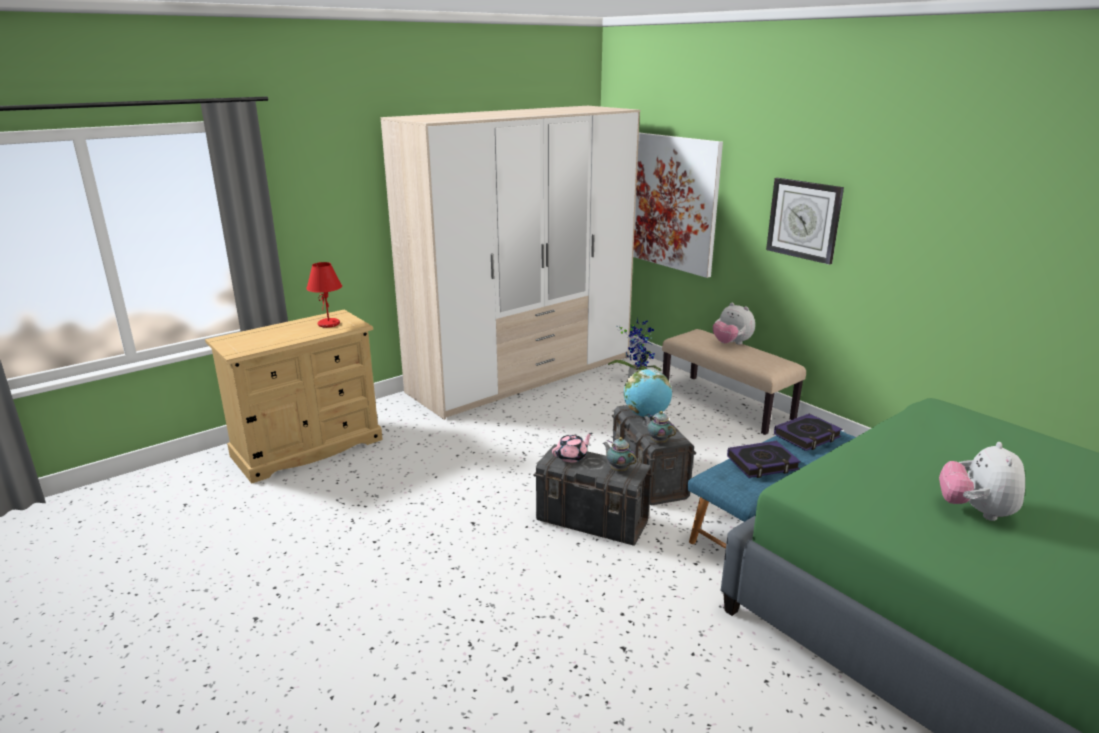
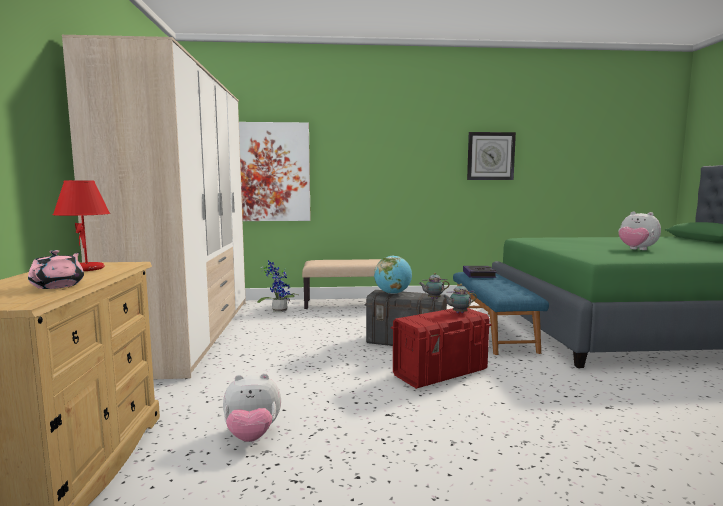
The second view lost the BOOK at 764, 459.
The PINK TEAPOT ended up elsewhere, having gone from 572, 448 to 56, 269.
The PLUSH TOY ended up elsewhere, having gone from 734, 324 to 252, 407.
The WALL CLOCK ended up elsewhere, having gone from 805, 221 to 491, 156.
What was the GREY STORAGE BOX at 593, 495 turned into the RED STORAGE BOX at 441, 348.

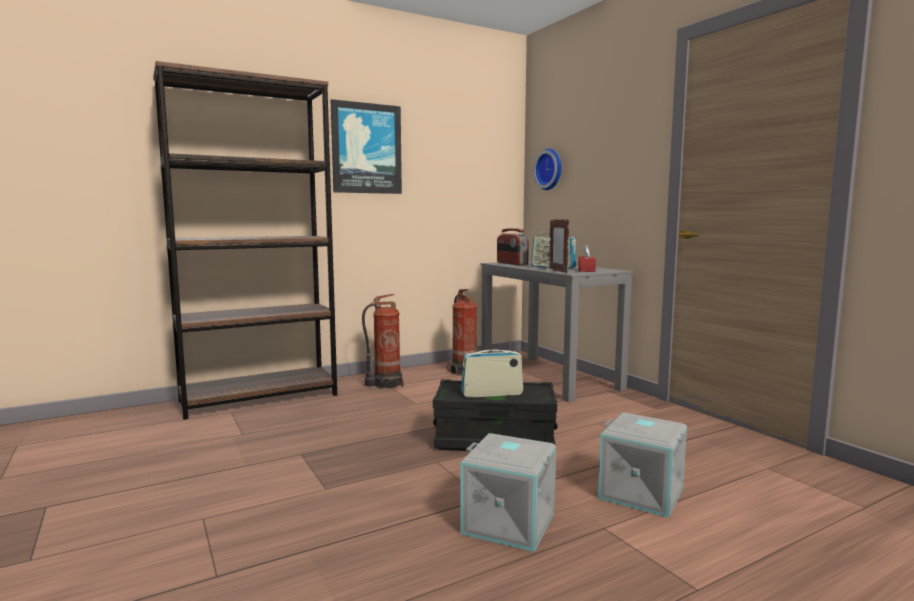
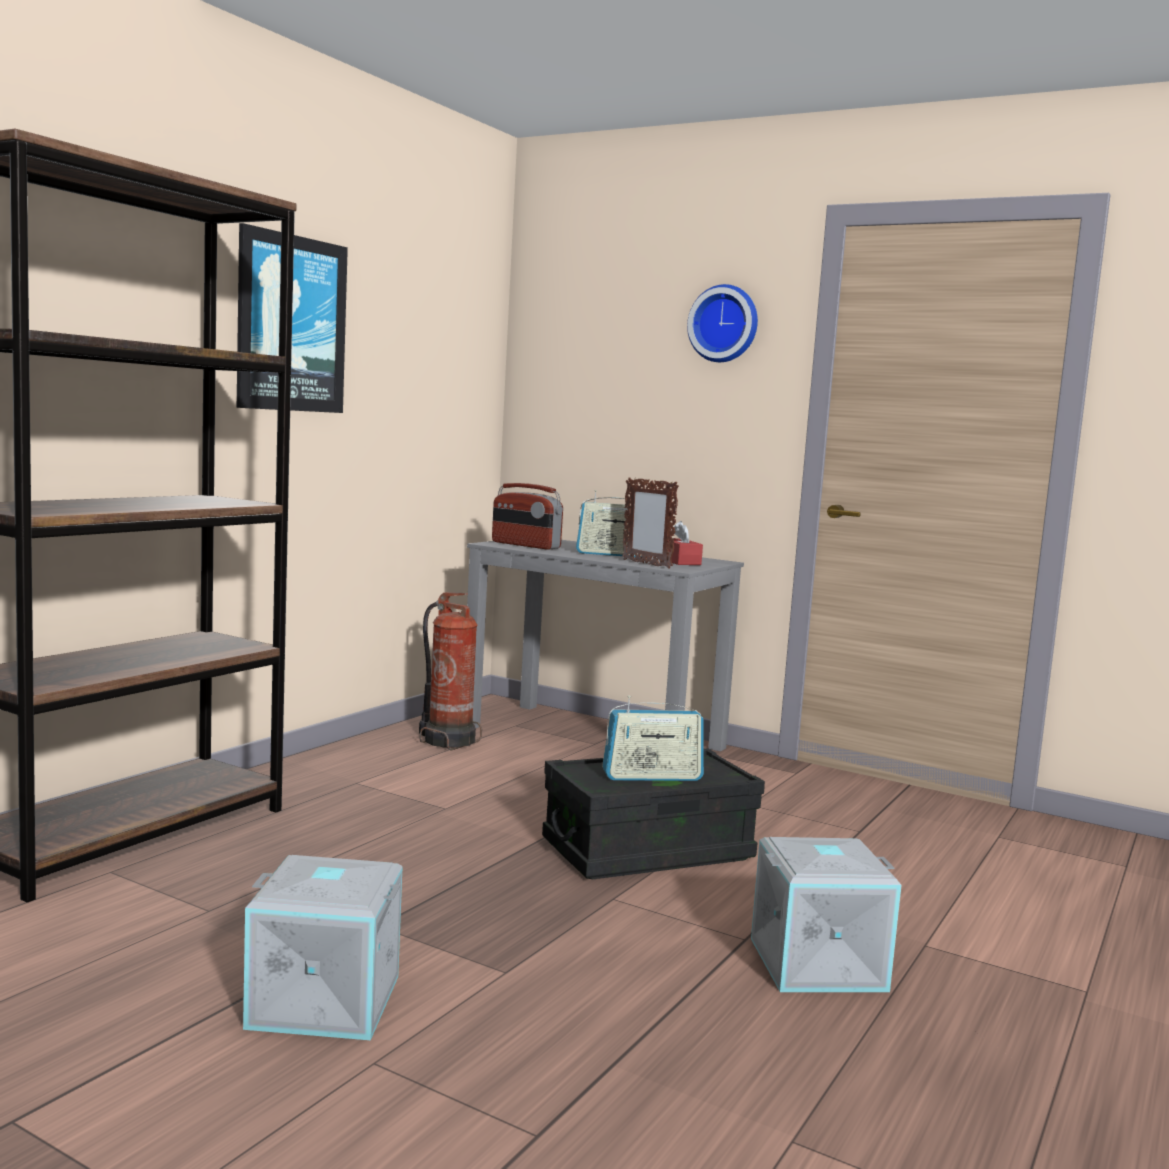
The second view lost the FIRE EXTINGUISHER at 383, 341.
The WALL CLOCK ended up elsewhere, having gone from 547, 169 to 722, 323.
The GREY STORAGE BOX ended up elsewhere, having gone from 642, 465 to 323, 947.
The RADIO at 492, 370 ended up facing another way, 150 degrees counterclockwise from before.

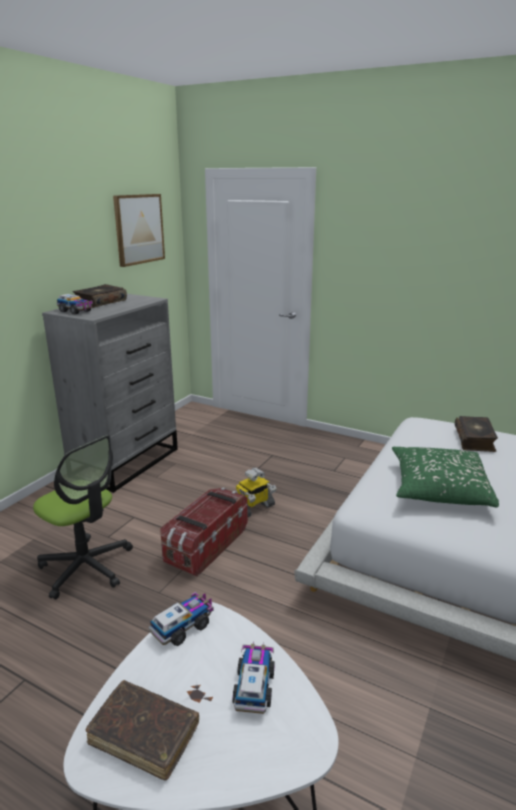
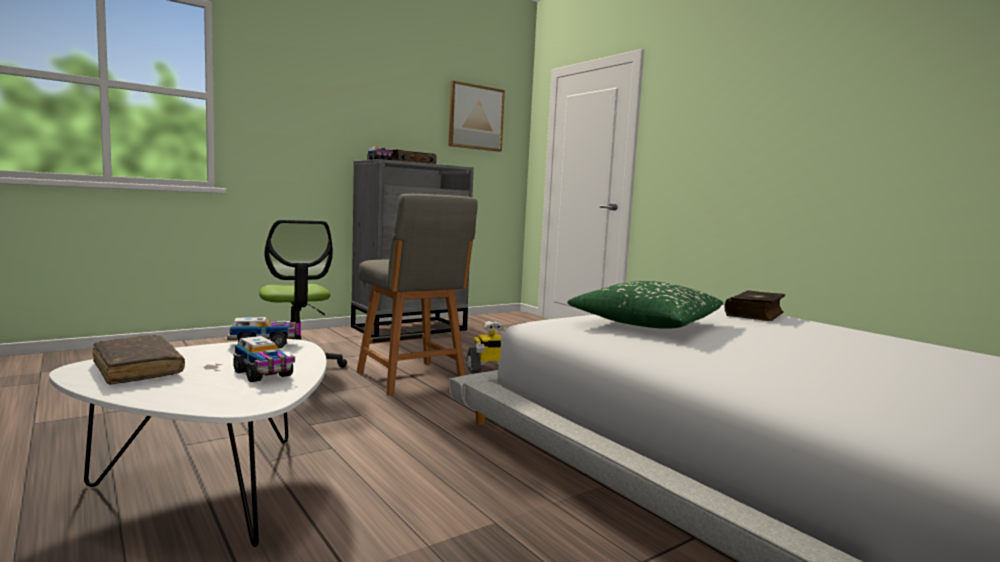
Where the STORAGE BOX stood at 204, 532, the GREY CHAIR came to stand at 417, 295.
The TOY TRUCK at 254, 677 ended up facing another way, 105 degrees clockwise from before.

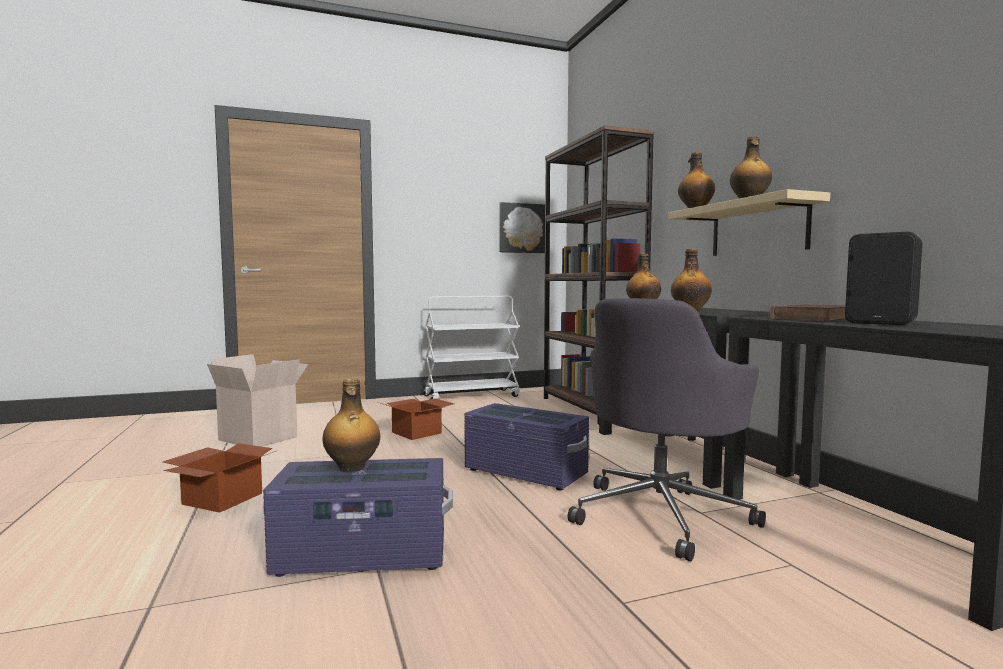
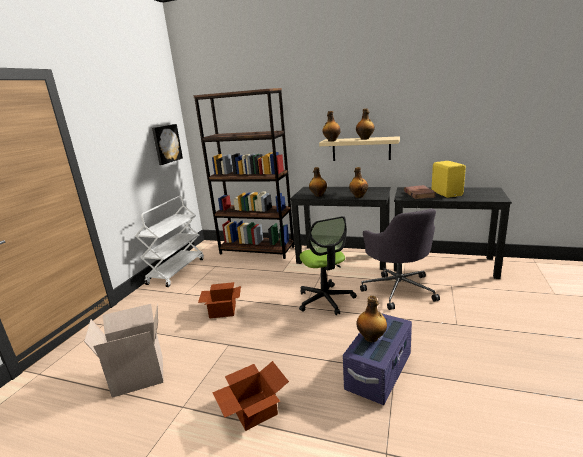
Where the PURPLE STORAGE BOX stood at 526, 446, the OFFICE CHAIR came to stand at 328, 265.
What was the BLACK SPEAKER at 884, 278 turned into the YELLOW SPEAKER at 448, 179.

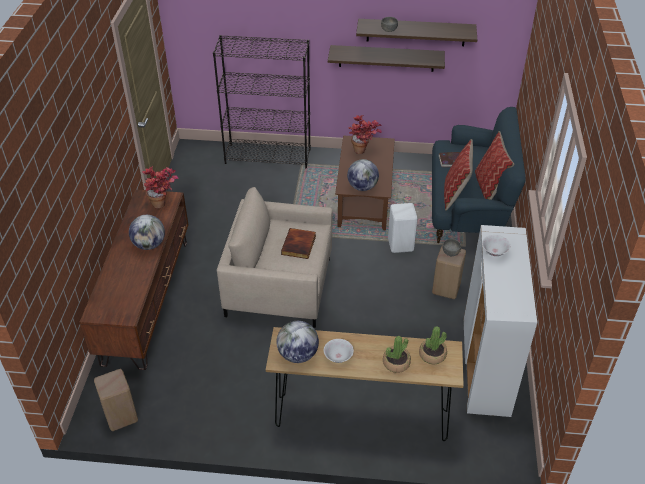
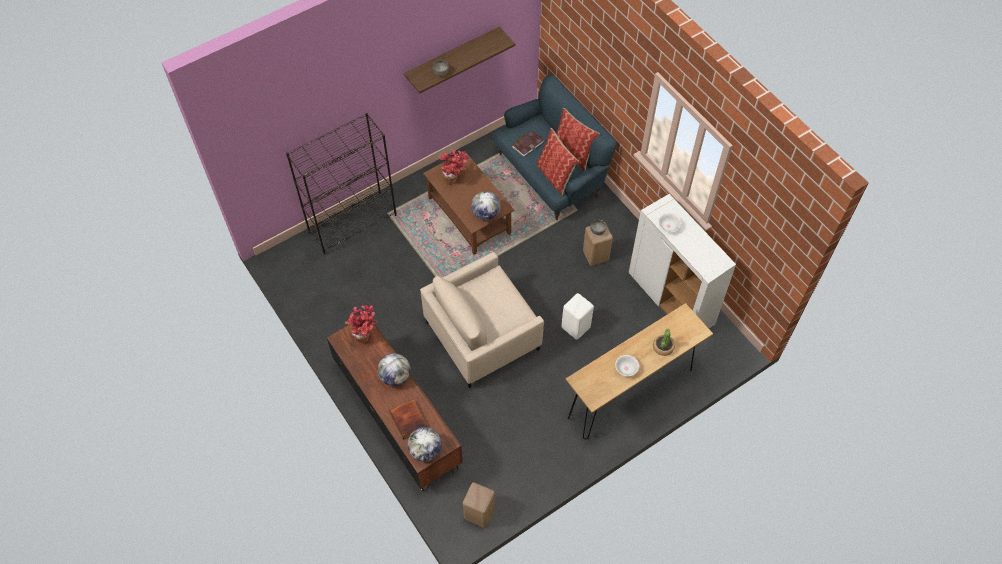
The second view lost the SHELF at 386, 58.
The second view lost the POTTED PLANT at 433, 345.
The GLOBE ended up elsewhere, having gone from 298, 342 to 425, 444.
The BOOK ended up elsewhere, having gone from 298, 243 to 408, 419.
The WHITE STOOL ended up elsewhere, having gone from 402, 228 to 577, 316.

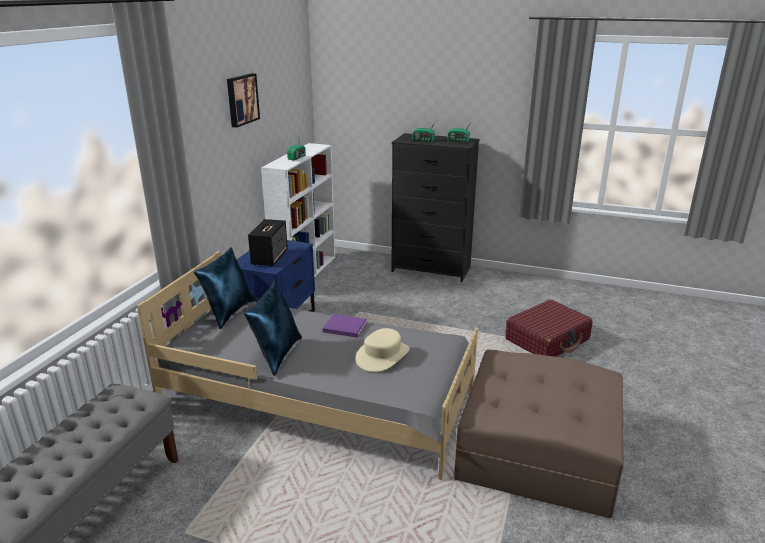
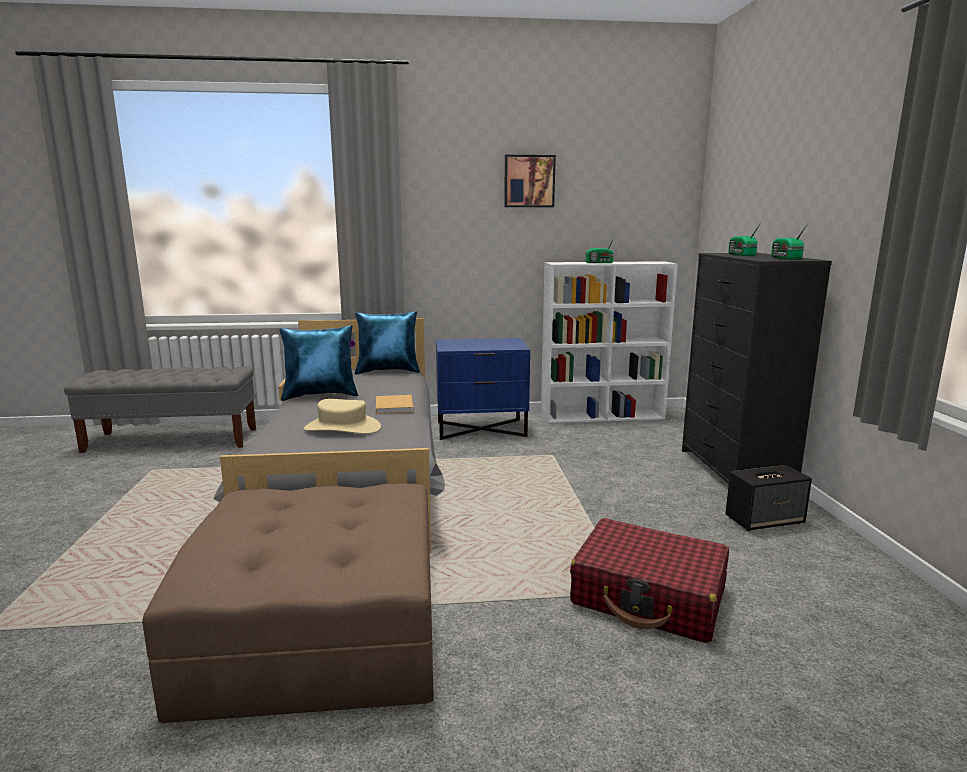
The SPEAKER ended up elsewhere, having gone from 268, 243 to 768, 498.
What was the PURPLE BOOK at 345, 326 turned into the BEIGE BOOK at 394, 404.

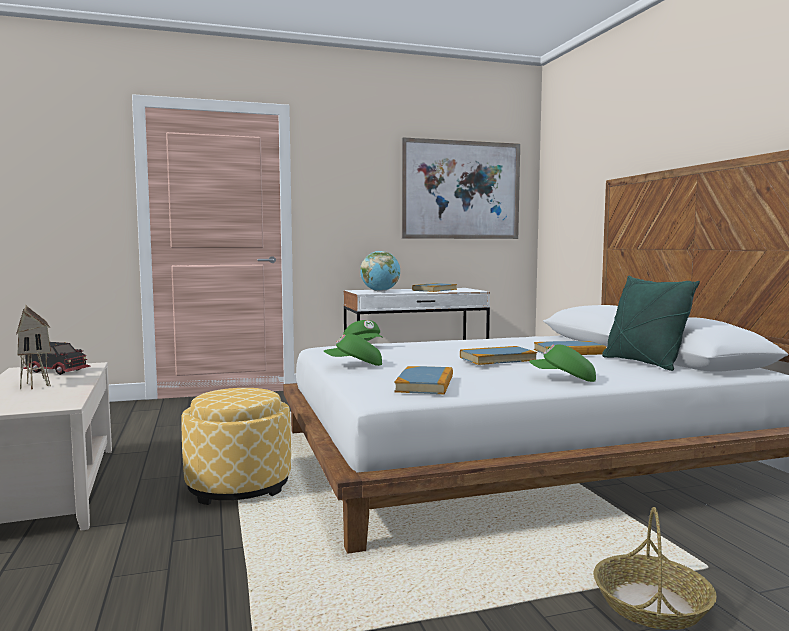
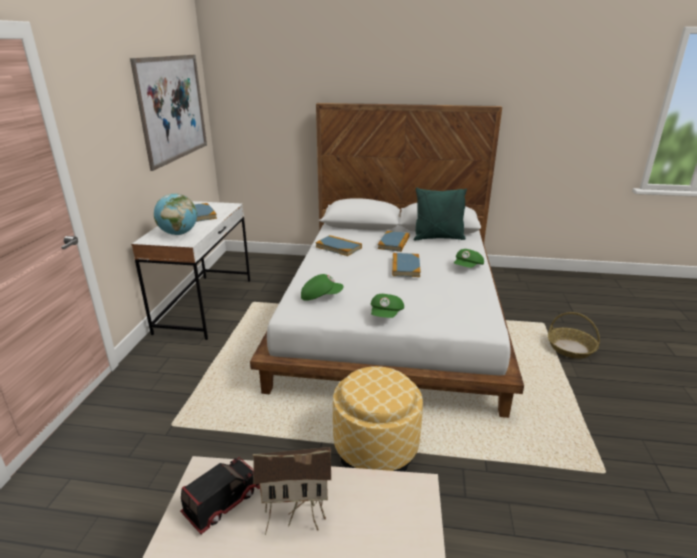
The BOOK ended up elsewhere, having gone from 423, 380 to 339, 245.

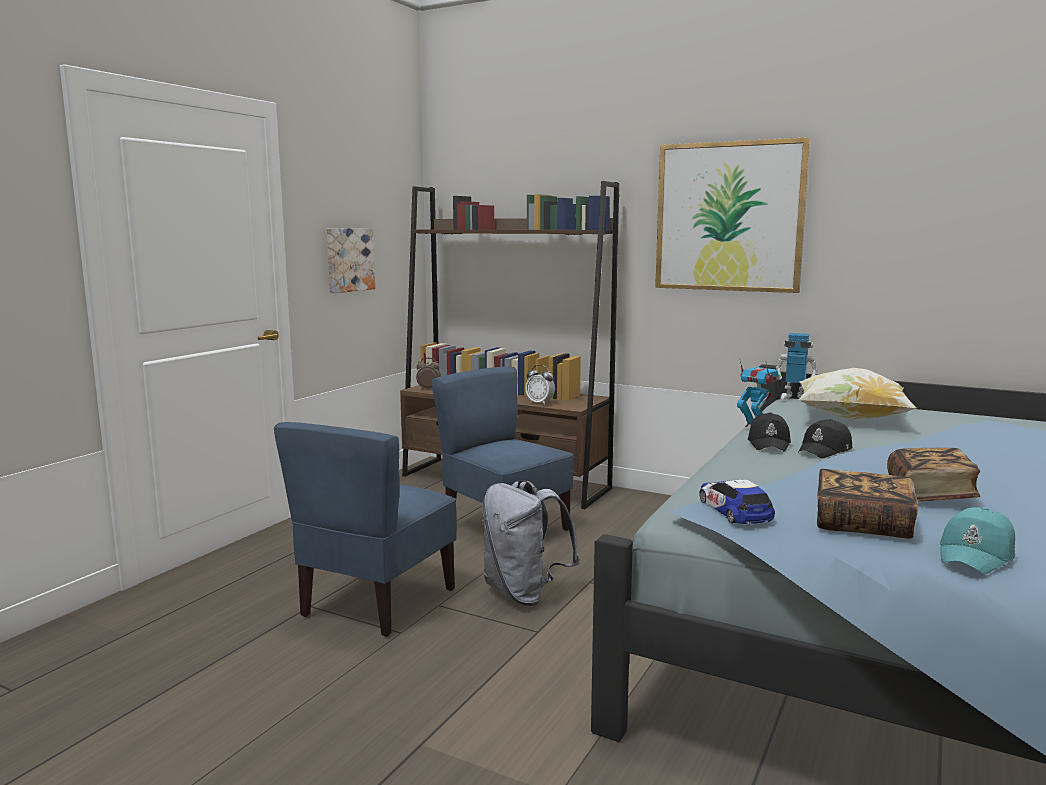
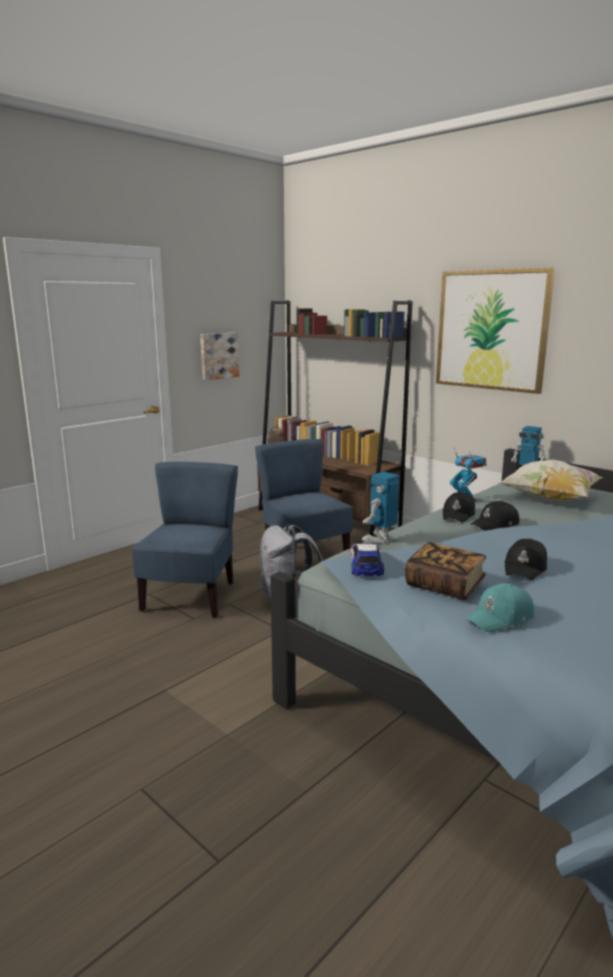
The second view lost the ALARM CLOCK at 540, 385.
The second view gained the TOY ROBOT at 381, 508.
Where the BOOK stood at 933, 475, the BLACK CAP came to stand at 525, 559.
The BLUE CHAIR at 365, 529 ended up facing another way, 150 degrees clockwise from before.

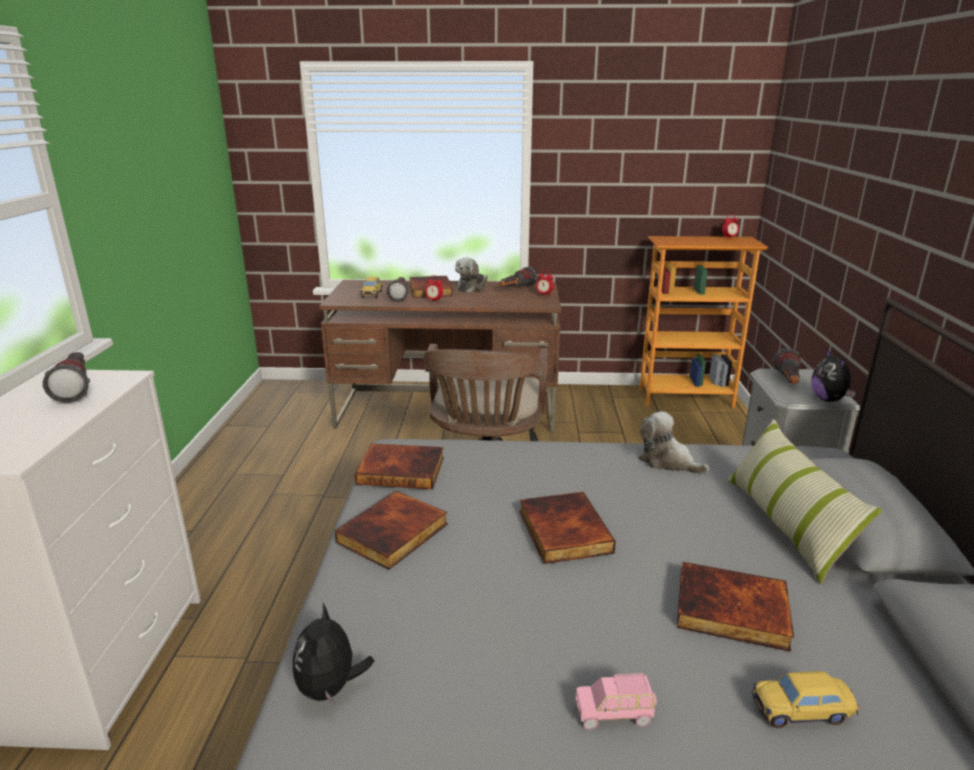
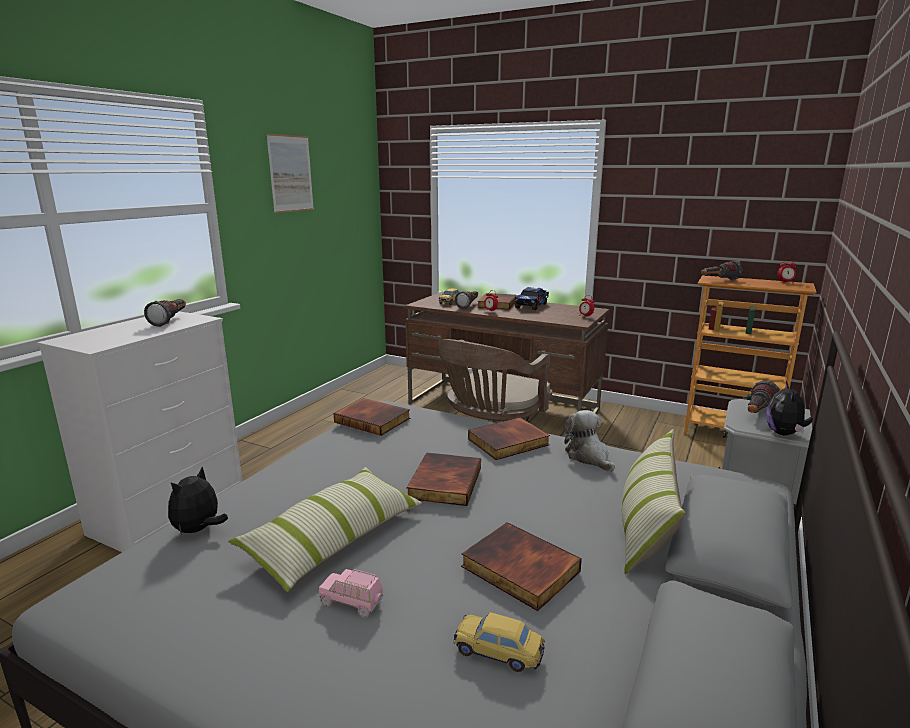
The second view gained the PILLOW at 325, 529.
The second view gained the PICTURE at 290, 173.
The BOOK ended up elsewhere, having gone from 391, 530 to 509, 438.
The FLASHLIGHT ended up elsewhere, having gone from 518, 276 to 721, 270.
Where the PLUSH TOY stood at 471, 275, the TOY TRUCK came to stand at 532, 298.

